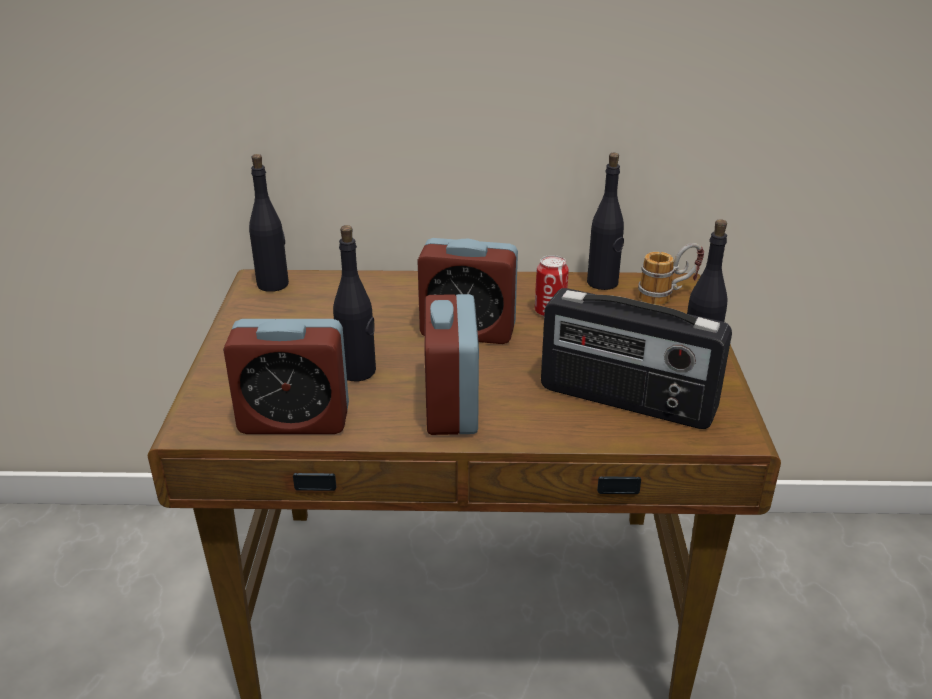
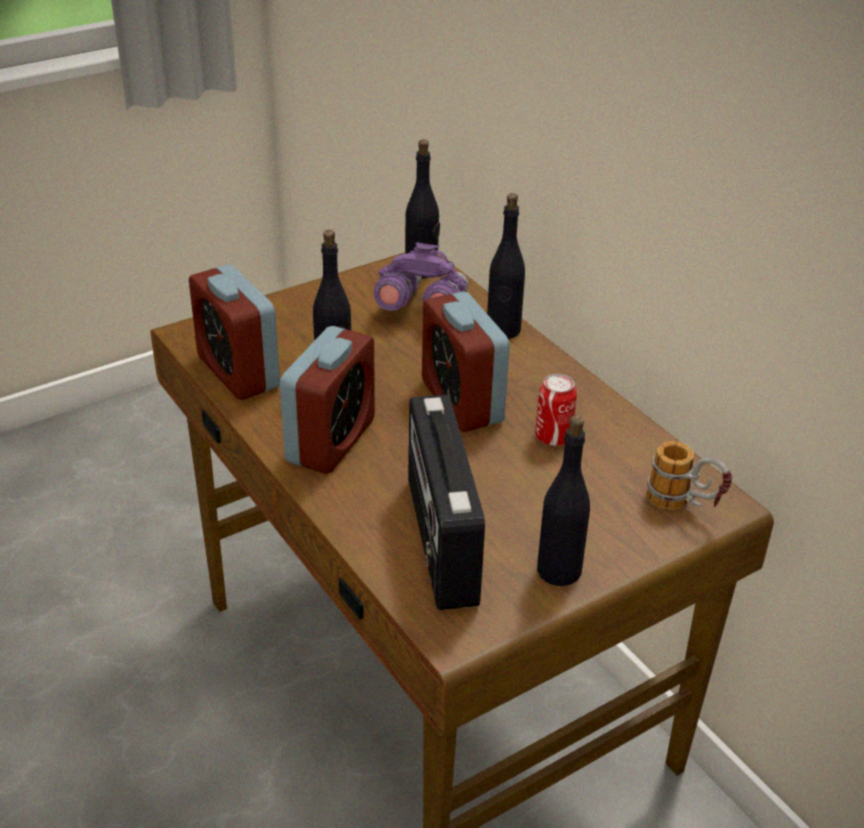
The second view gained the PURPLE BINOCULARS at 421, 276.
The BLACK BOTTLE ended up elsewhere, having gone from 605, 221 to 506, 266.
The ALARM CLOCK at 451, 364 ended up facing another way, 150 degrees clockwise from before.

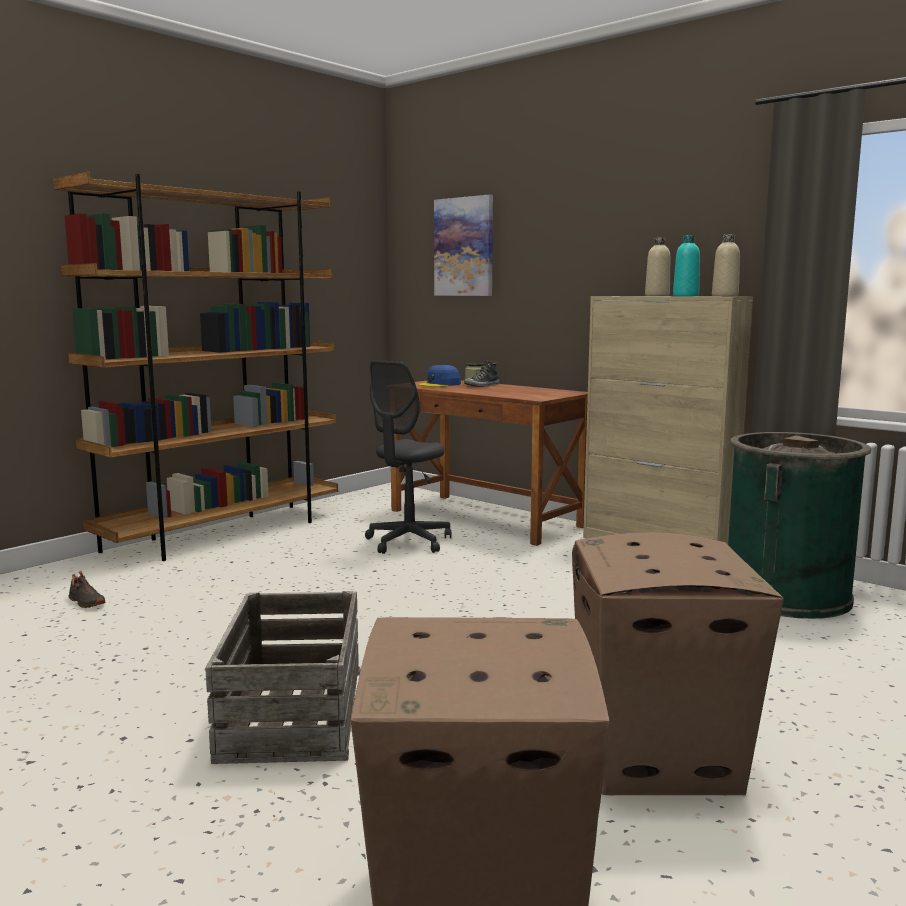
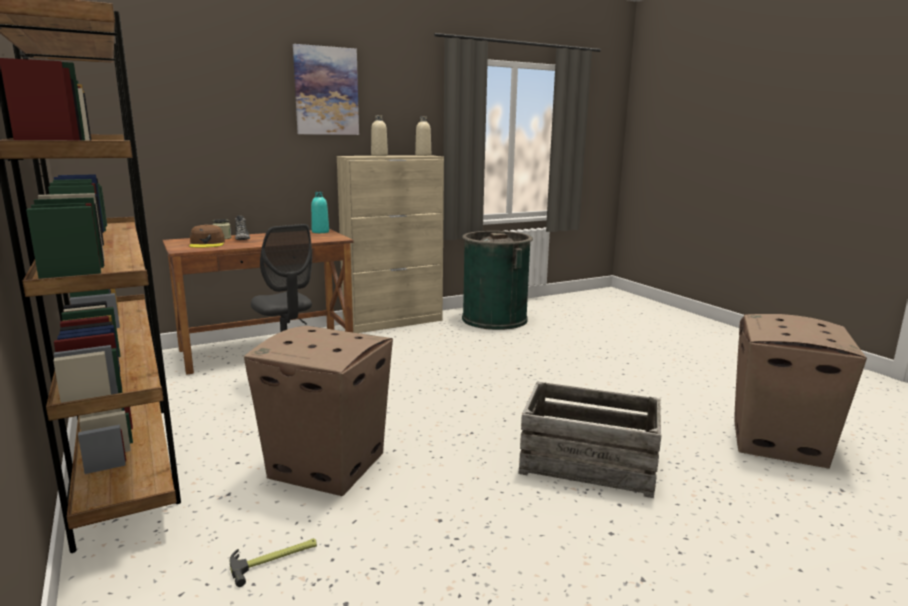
The PICTURE ended up elsewhere, having gone from 463, 245 to 326, 89.
The CARDBOARD BOX ended up elsewhere, having gone from 678, 663 to 318, 411.
The TURQUOISE BOTTLE ended up elsewhere, having gone from 686, 265 to 320, 212.
Where the BLACK SHOE stood at 87, 589, the HAMMER came to stand at 273, 562.
What was the BLUE CAP at 439, 375 turned into the BROWN CAP at 207, 236.

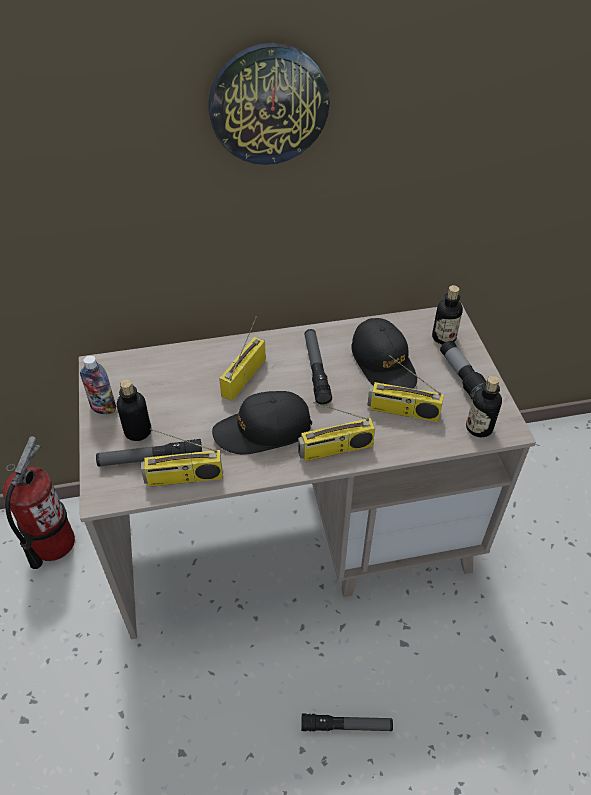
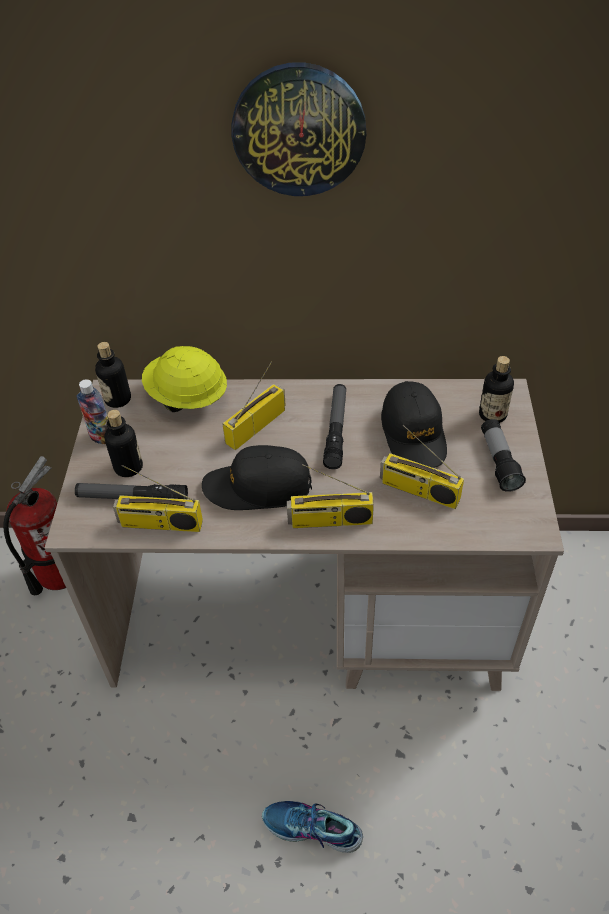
The second view gained the YELLOW HARD HAT at 184, 379.
The BOTTLE ended up elsewhere, having gone from 484, 406 to 113, 375.
Where the FLASHLIGHT stood at 347, 722, the SHOE came to stand at 312, 827.

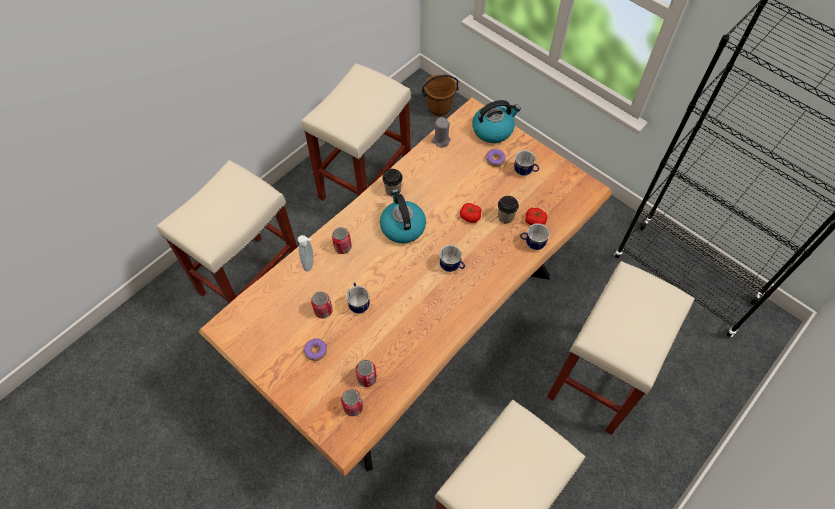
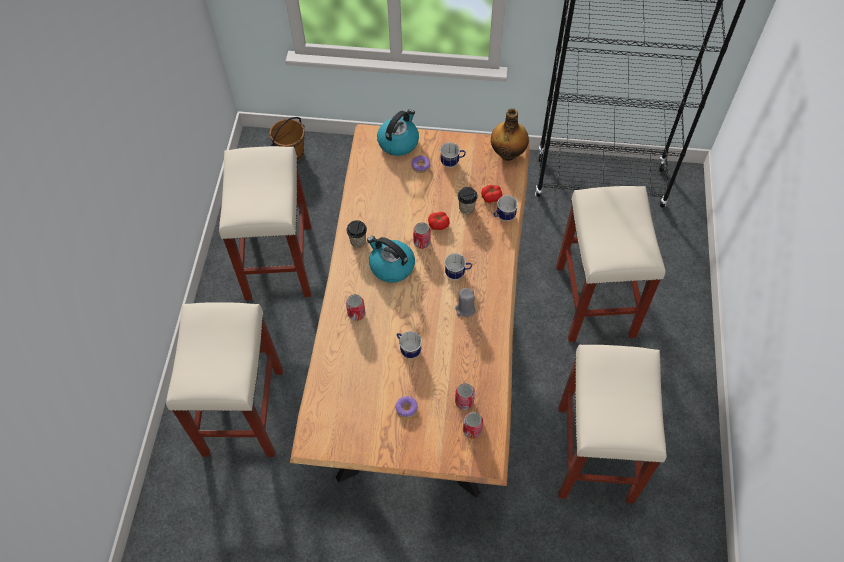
The second view lost the SOAP DISPENSER at 306, 253.
The second view gained the BOTTLE at 510, 134.
The CAN ended up elsewhere, having gone from 322, 305 to 422, 235.
The GREY CANDLE ended up elsewhere, having gone from 441, 132 to 465, 302.

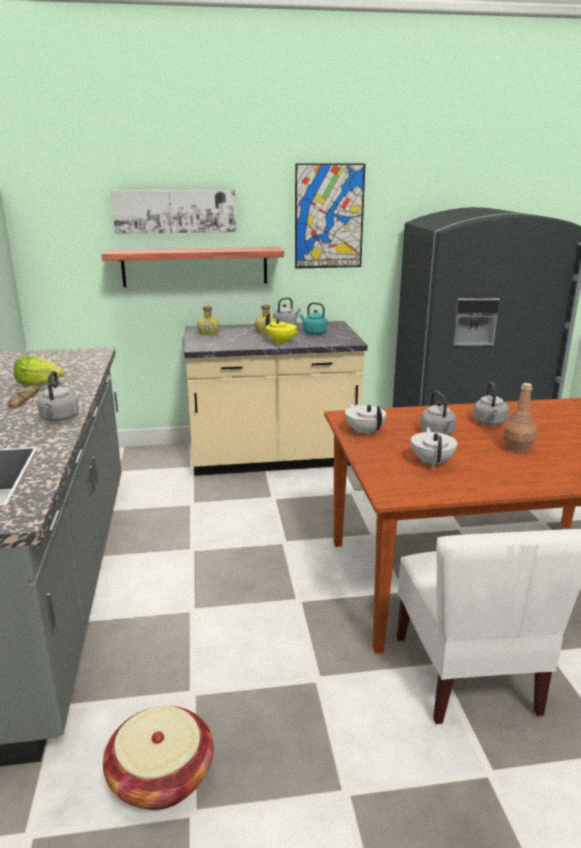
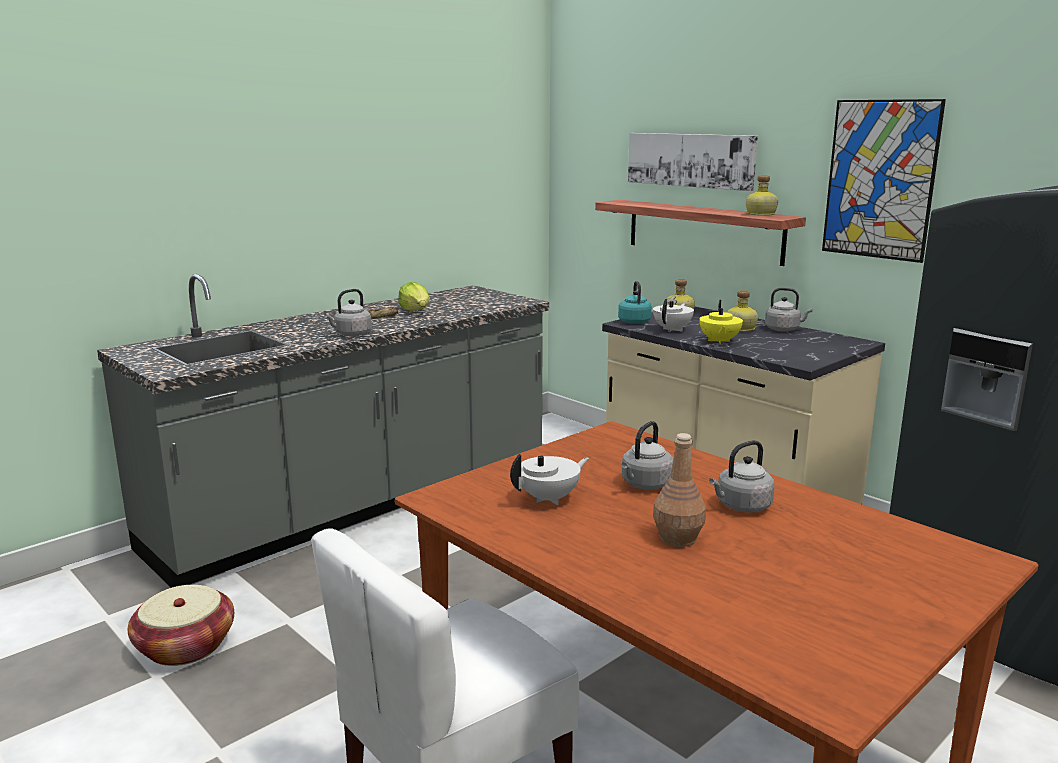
The second view gained the BOTTLE at 762, 195.
The TURQUOISE KETTLE ended up elsewhere, having gone from 313, 318 to 635, 302.
The WHITE TEAPOT ended up elsewhere, having gone from 365, 419 to 673, 315.

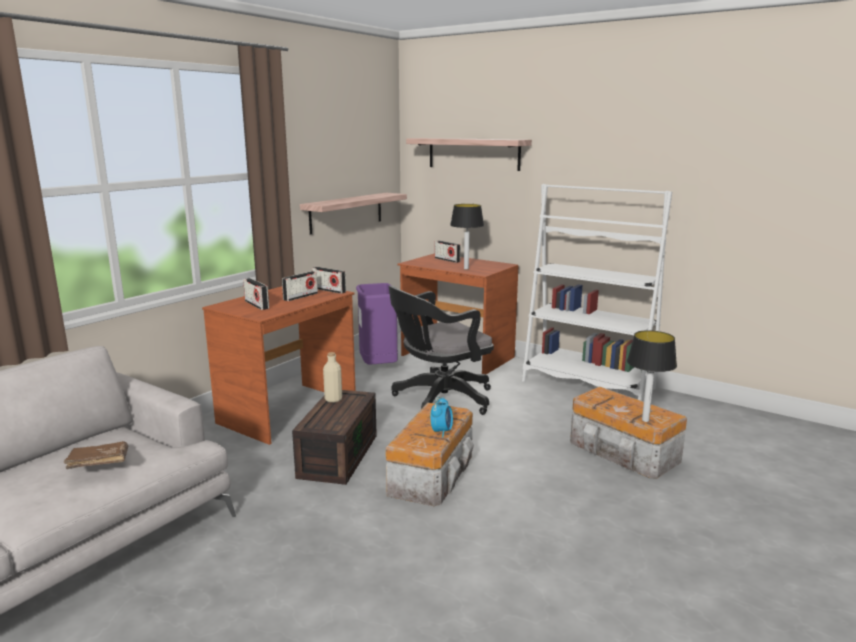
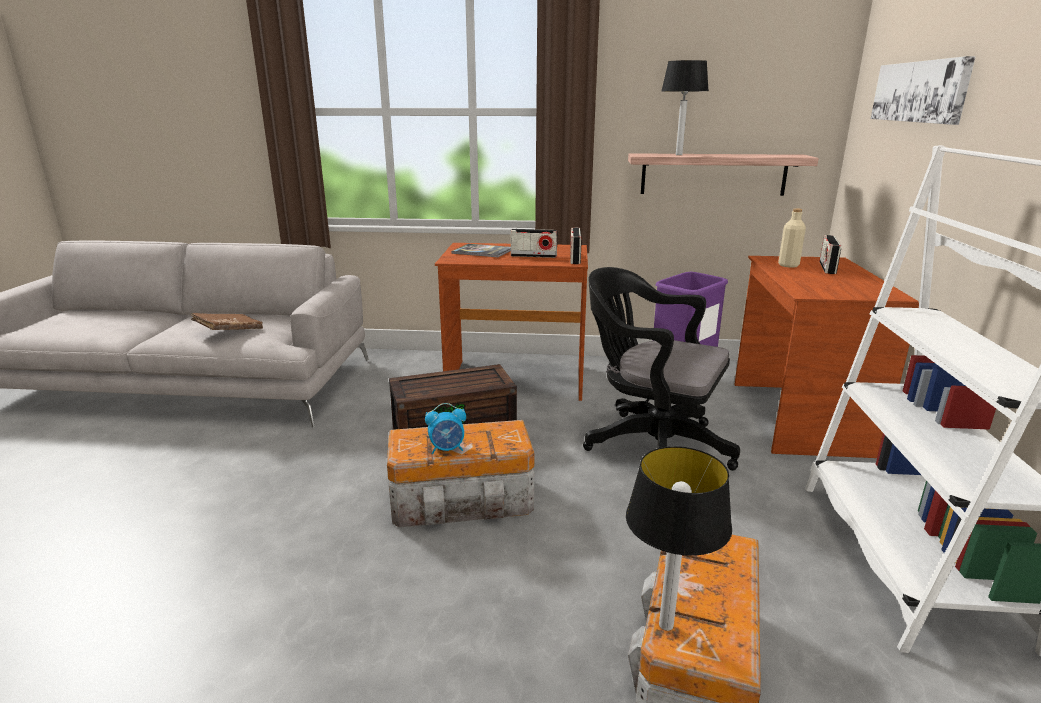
The BEIGE BOTTLE ended up elsewhere, having gone from 332, 377 to 792, 238.
The TABLE LAMP ended up elsewhere, having gone from 467, 237 to 685, 107.
Where the RADIO stood at 256, 294, the BOOK came to stand at 481, 250.
Where the SHELF hung at 469, 154, the PICTURE came to hang at 923, 90.

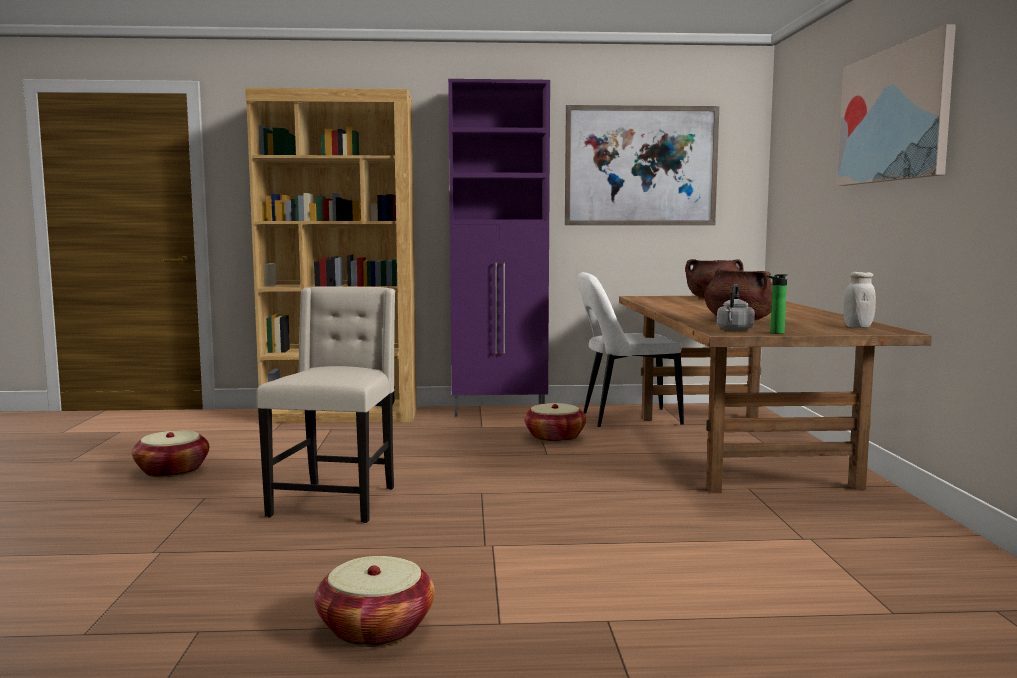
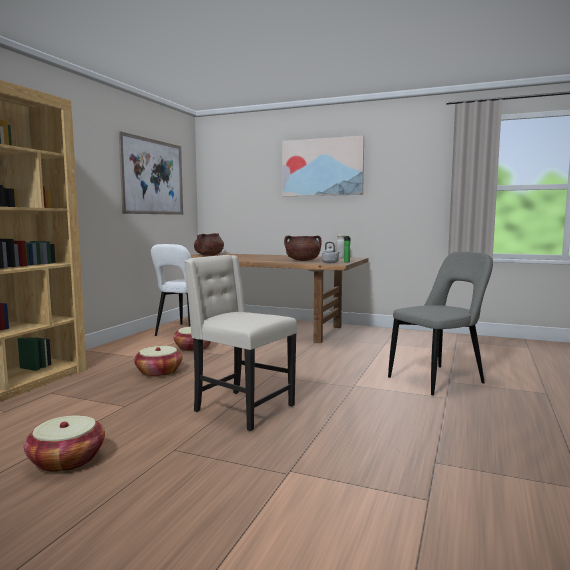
The second view lost the PURPLE CABINET at 499, 247.
The second view gained the GREY CHAIR at 440, 323.
The BASKET ended up elsewhere, having gone from 374, 601 to 158, 361.

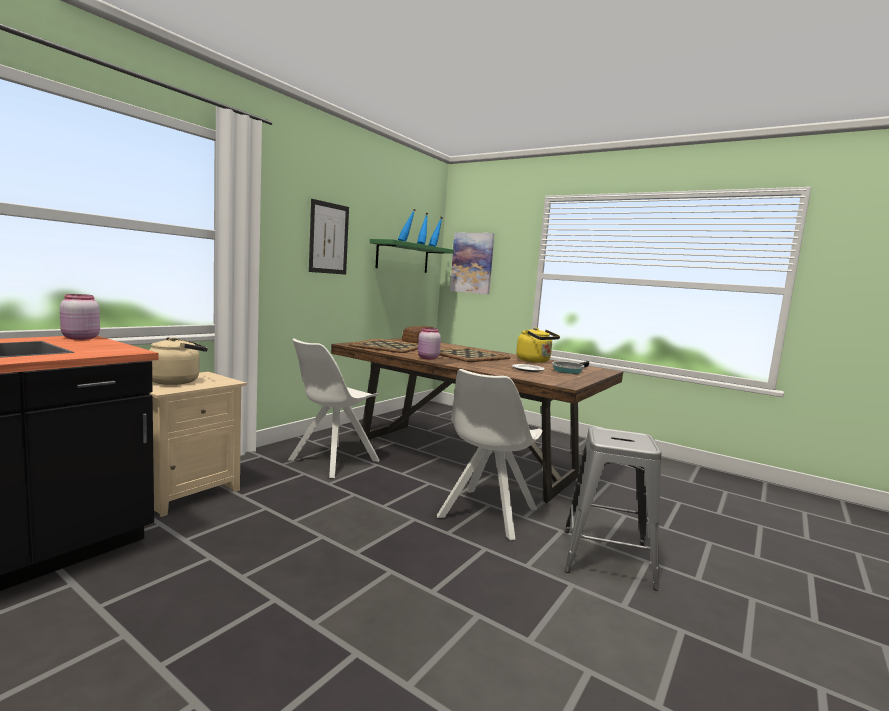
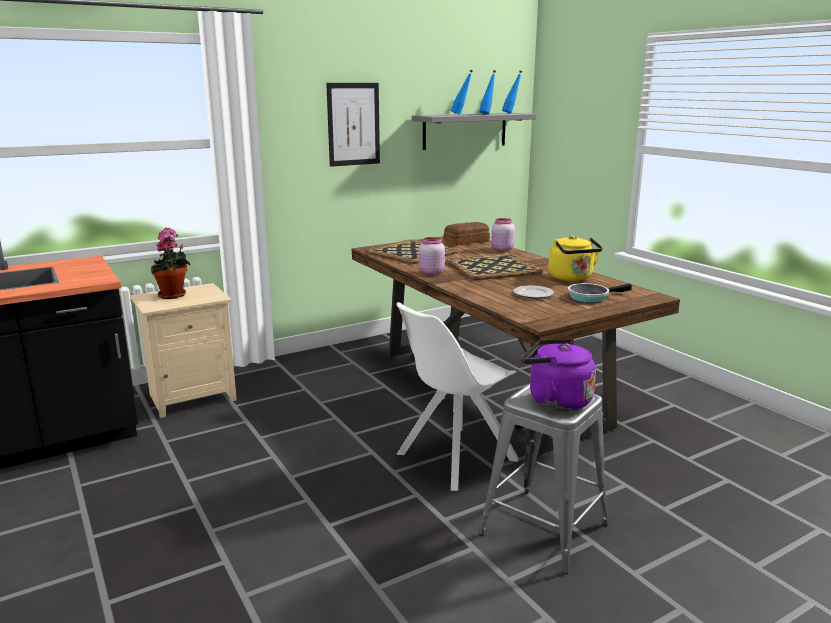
The second view lost the WHITE CHAIR at 333, 408.
The second view lost the PICTURE at 472, 263.
The second view gained the PURPLE KETTLE at 558, 375.
The PINK JAR ended up elsewhere, having gone from 80, 317 to 503, 235.
Where the BEIGE KETTLE stood at 178, 361, the POTTED PLANT came to stand at 170, 263.
What was the GREEN SHELF at 412, 256 turned into the GREY SHELF at 474, 131.

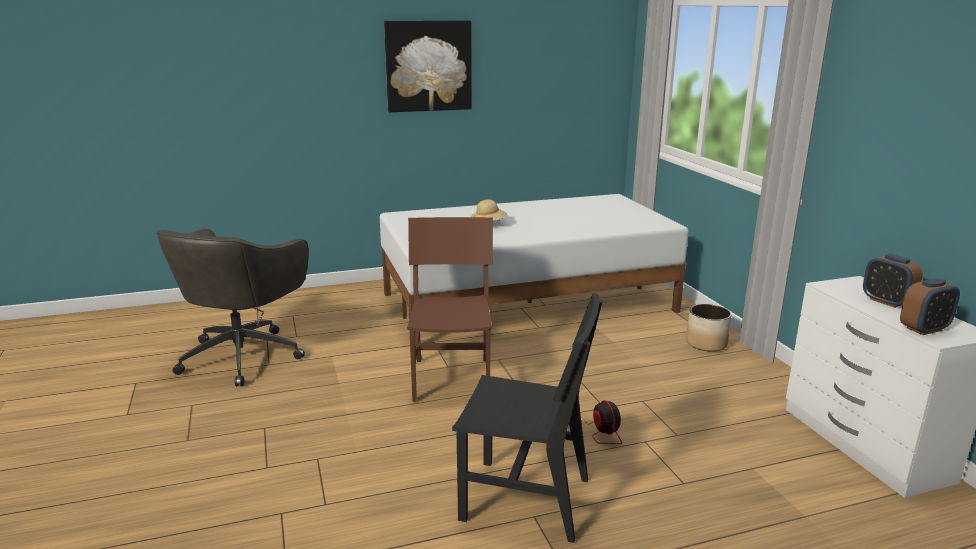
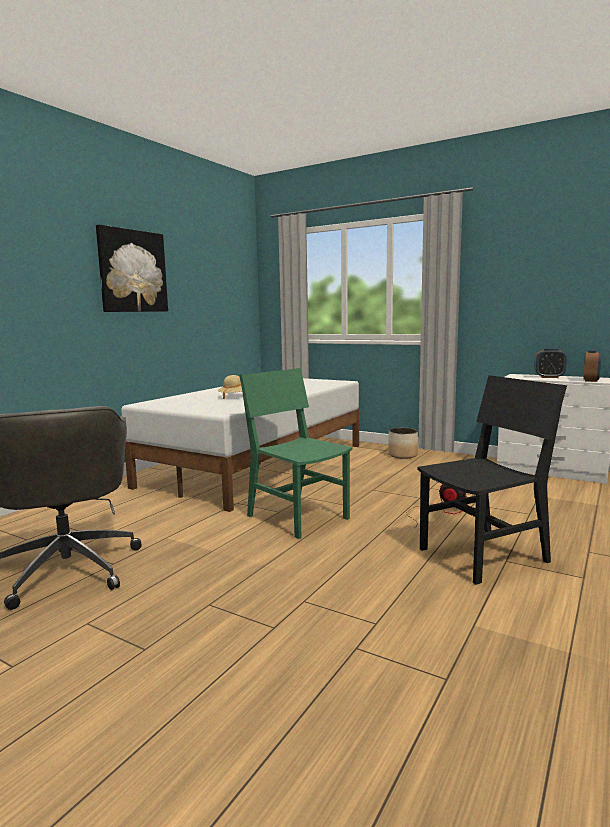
What was the BROWN CHAIR at 450, 309 turned into the GREEN CHAIR at 296, 453.

